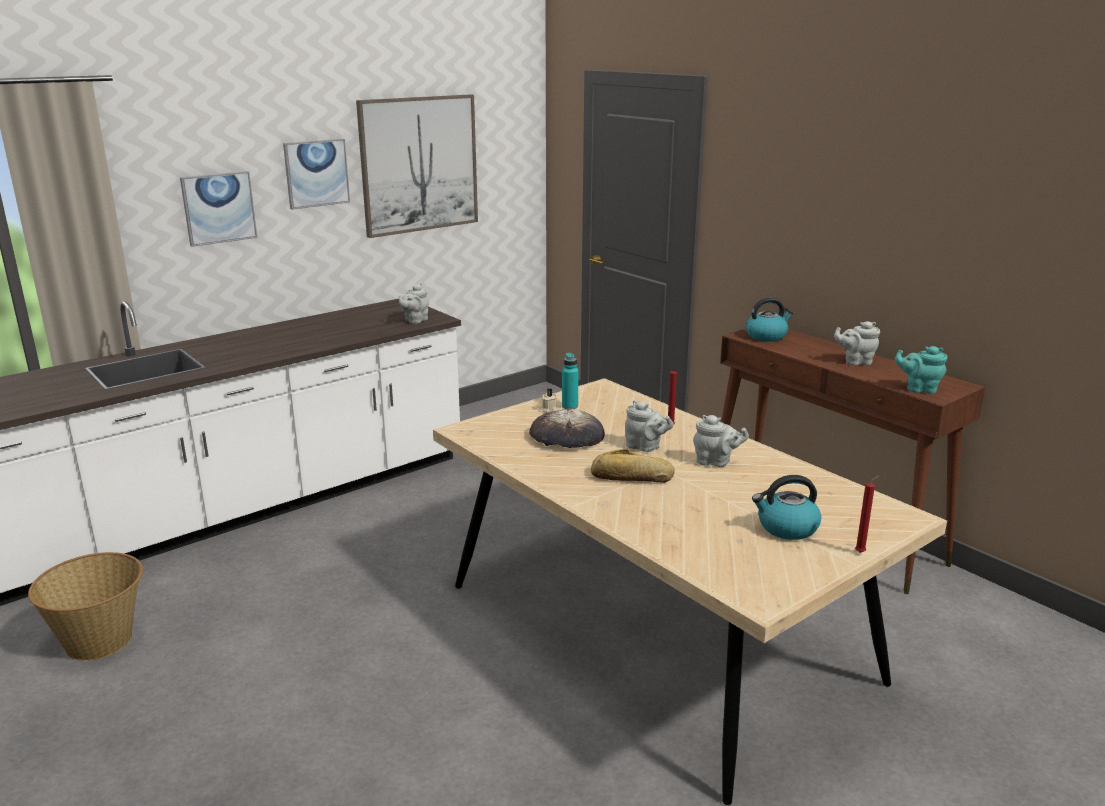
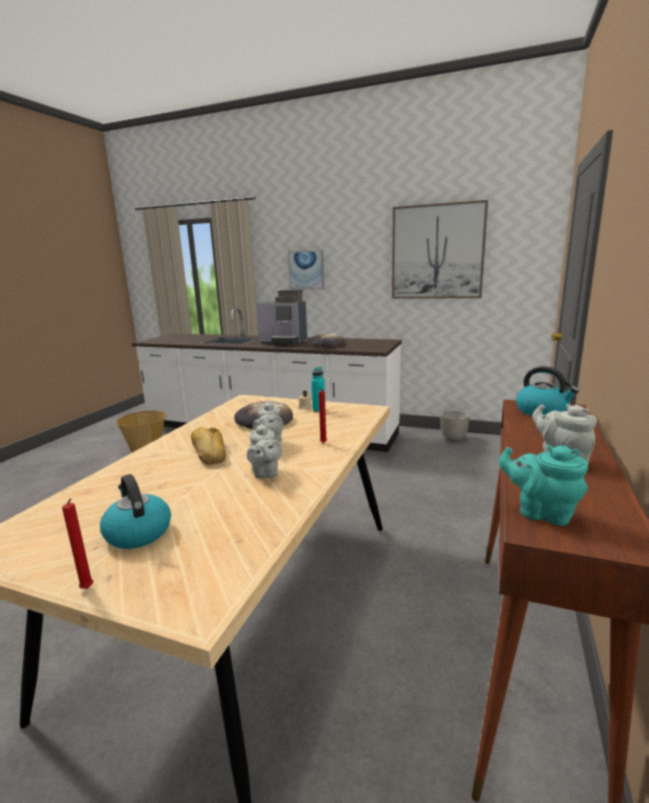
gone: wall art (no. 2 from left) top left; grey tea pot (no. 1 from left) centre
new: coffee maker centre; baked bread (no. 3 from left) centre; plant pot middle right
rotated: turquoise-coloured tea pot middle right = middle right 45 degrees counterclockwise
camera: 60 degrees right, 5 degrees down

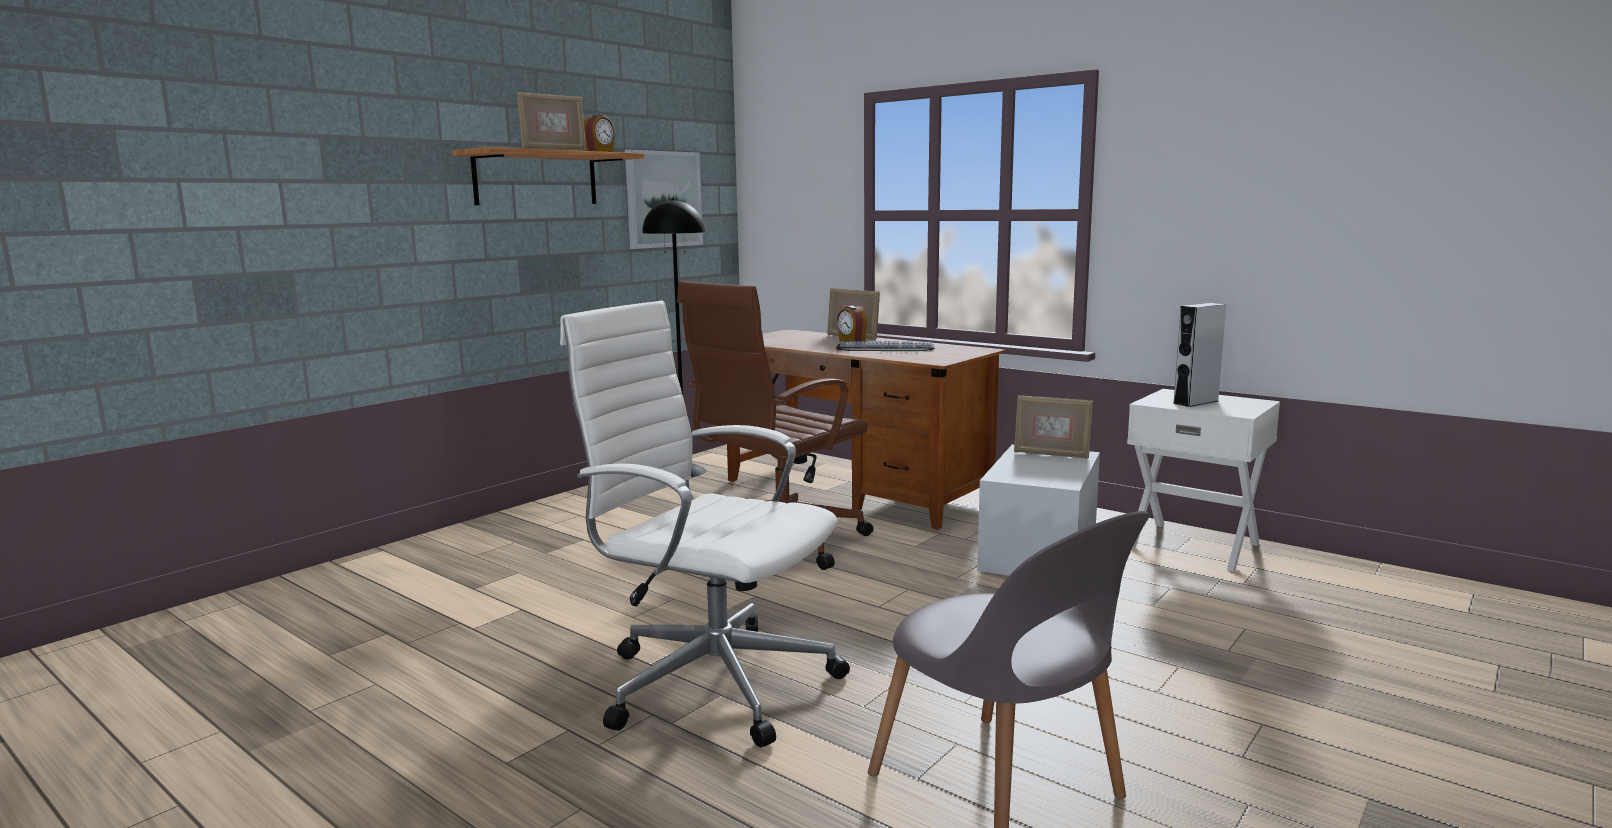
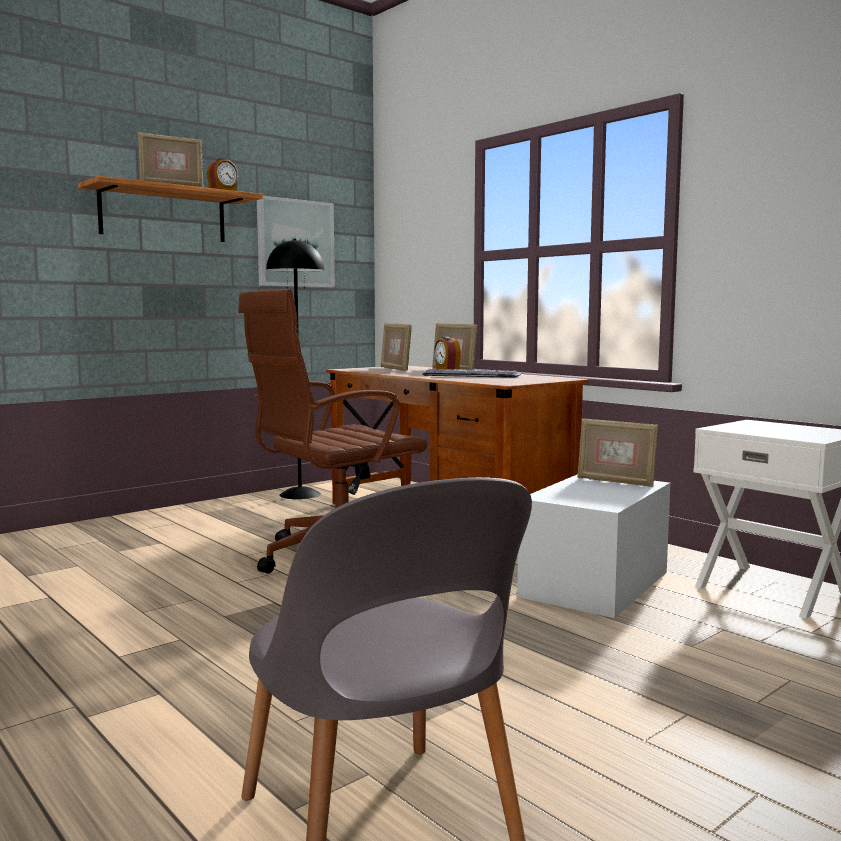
gone: whitish office chair centre; grey audio speaker middle right
new: photo frame (no. 2 from left) centre
camera: 10 degrees right, 5 degrees down

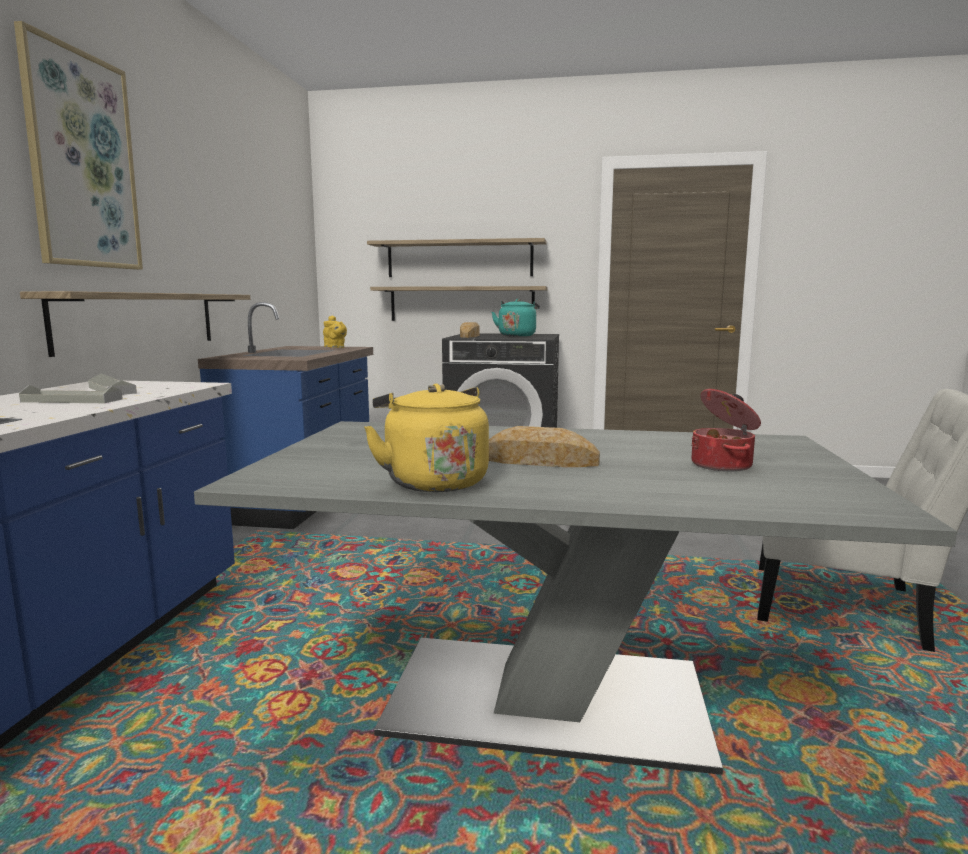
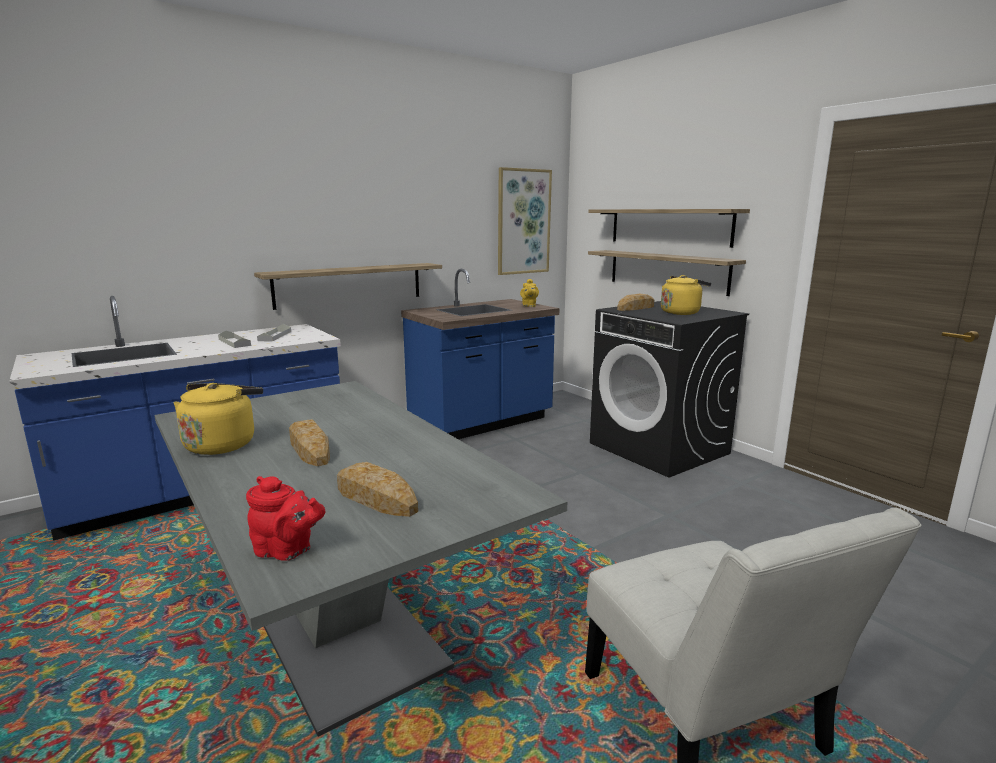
new: red tea pot bottom left
shifted: wall art top left to top centre
swapped: stockpot middle right to baked bread (no. 2 from left) centre
repainted: turquoise-coloured water kettle centre to yellow-coloured water kettle (no. 2 from left) middle right
camera: 45 degrees right, 5 degrees up

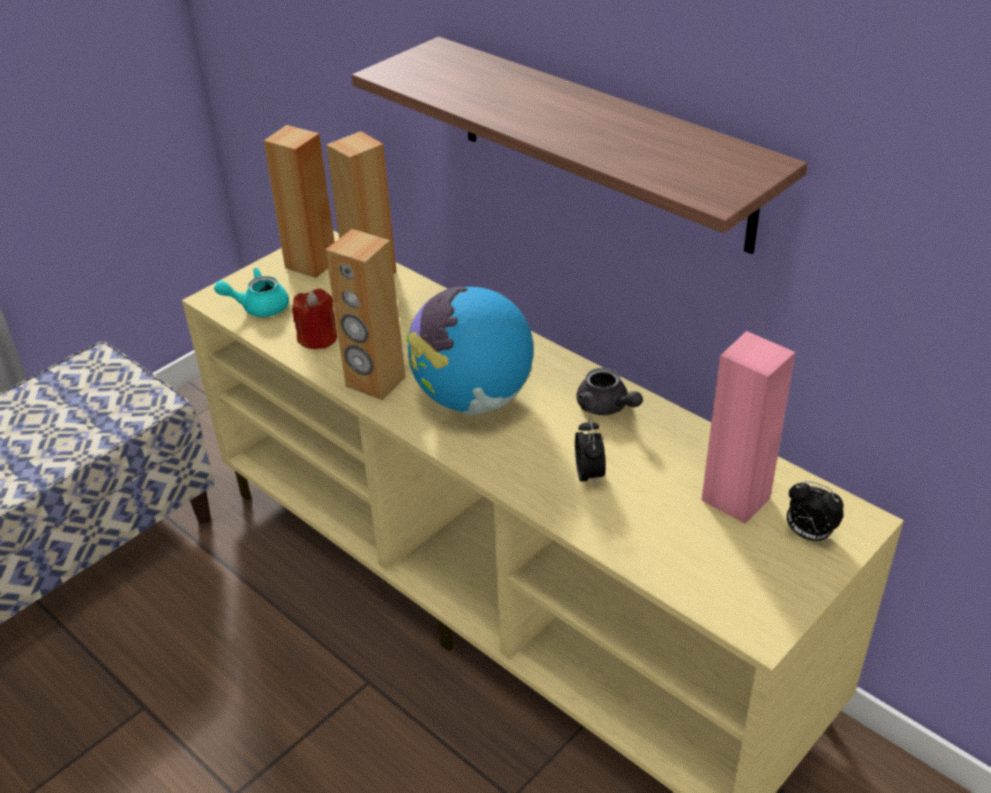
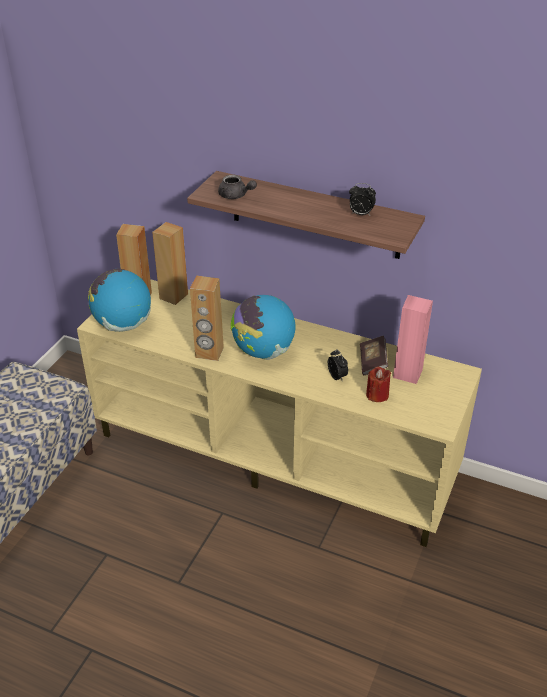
new: bound book middle right
shifted: red candle middle left to middle right; grey tea pot centre to top centre; bedside clock (no. 2 from left) middle right to top centre
swapped: turquoise-coloured tea pot middle left to desk globe (no. 1 from left) middle left
camera: 20 degrees left, 0 degrees up

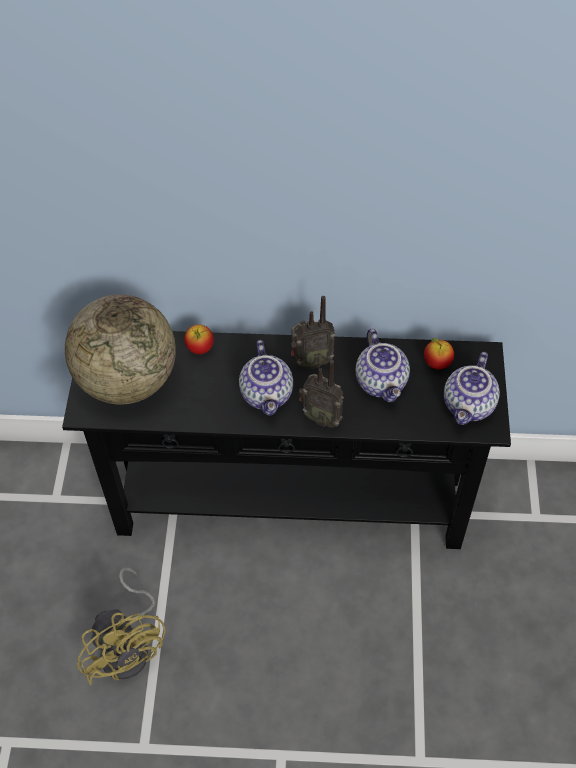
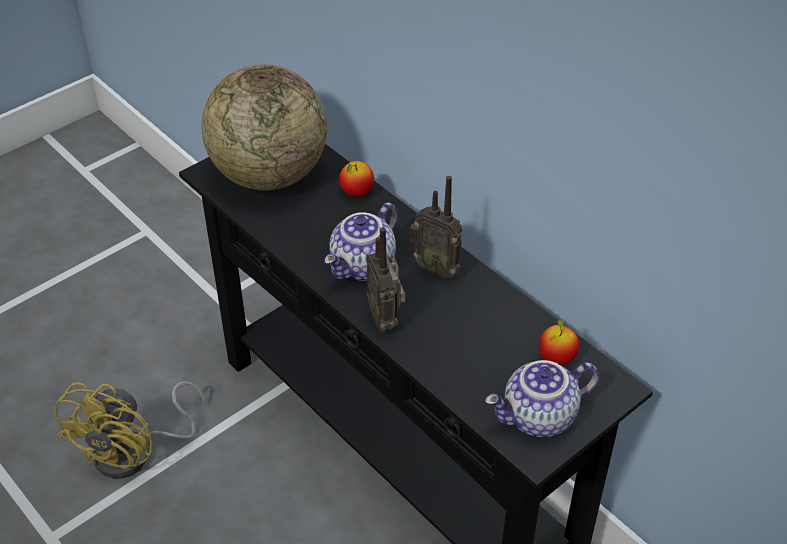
gone: tea pot (no. 2 from left) centre
camera: 45 degrees right, 10 degrees down

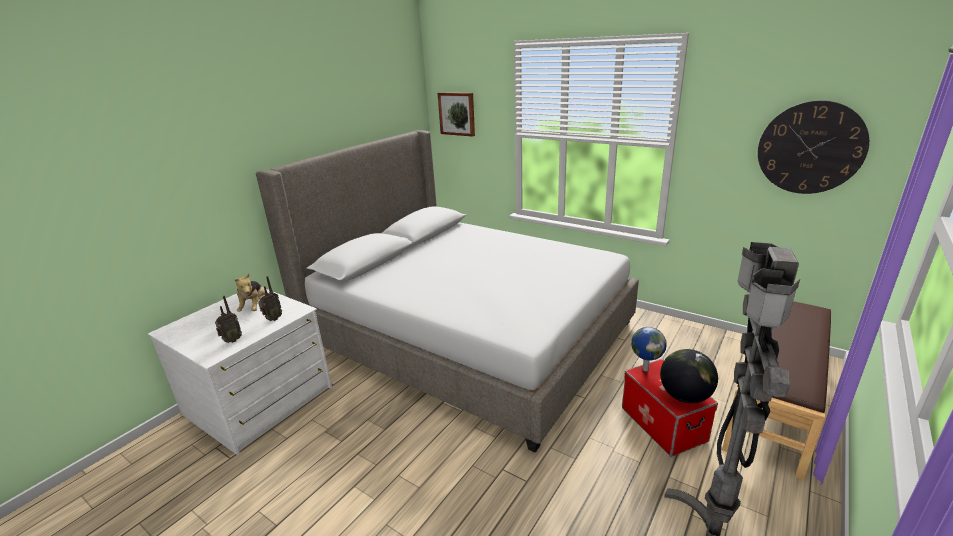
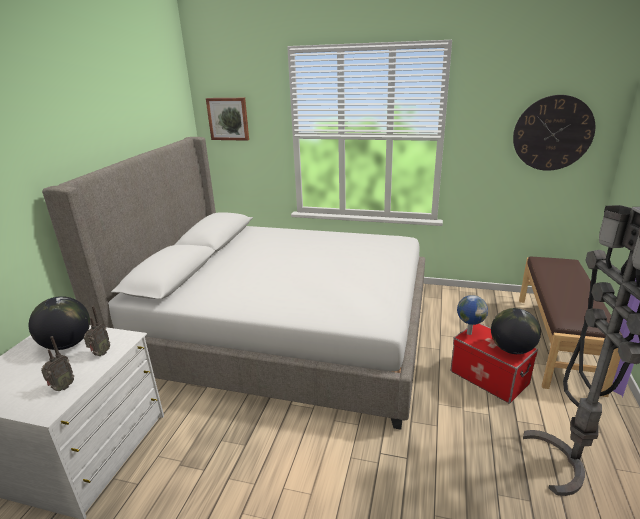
swapped: soft toy middle left to desk globe (no. 1 from left) middle left
camera: 20 degrees left, 0 degrees up

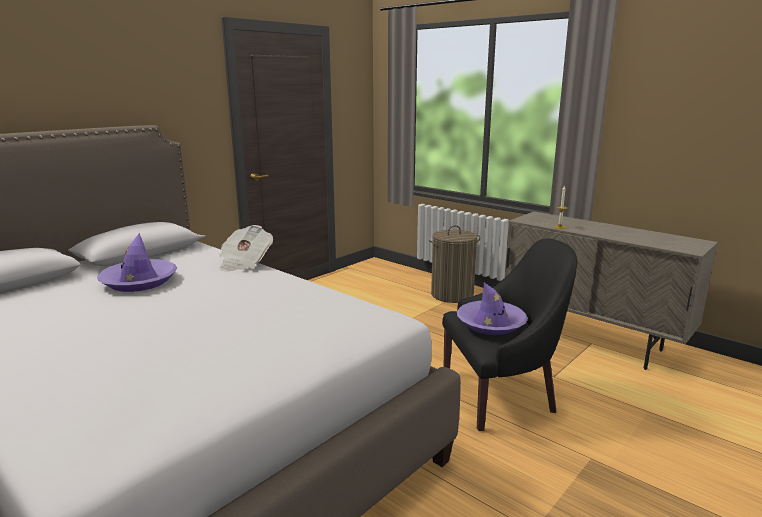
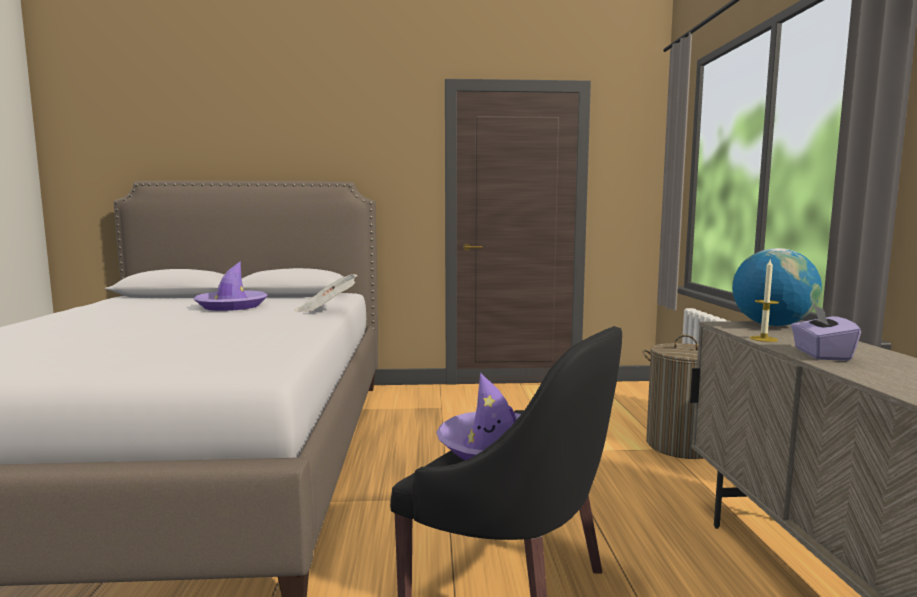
new: desk globe middle right; purplish tissue holder middle right
camera: 45 degrees right, 10 degrees down

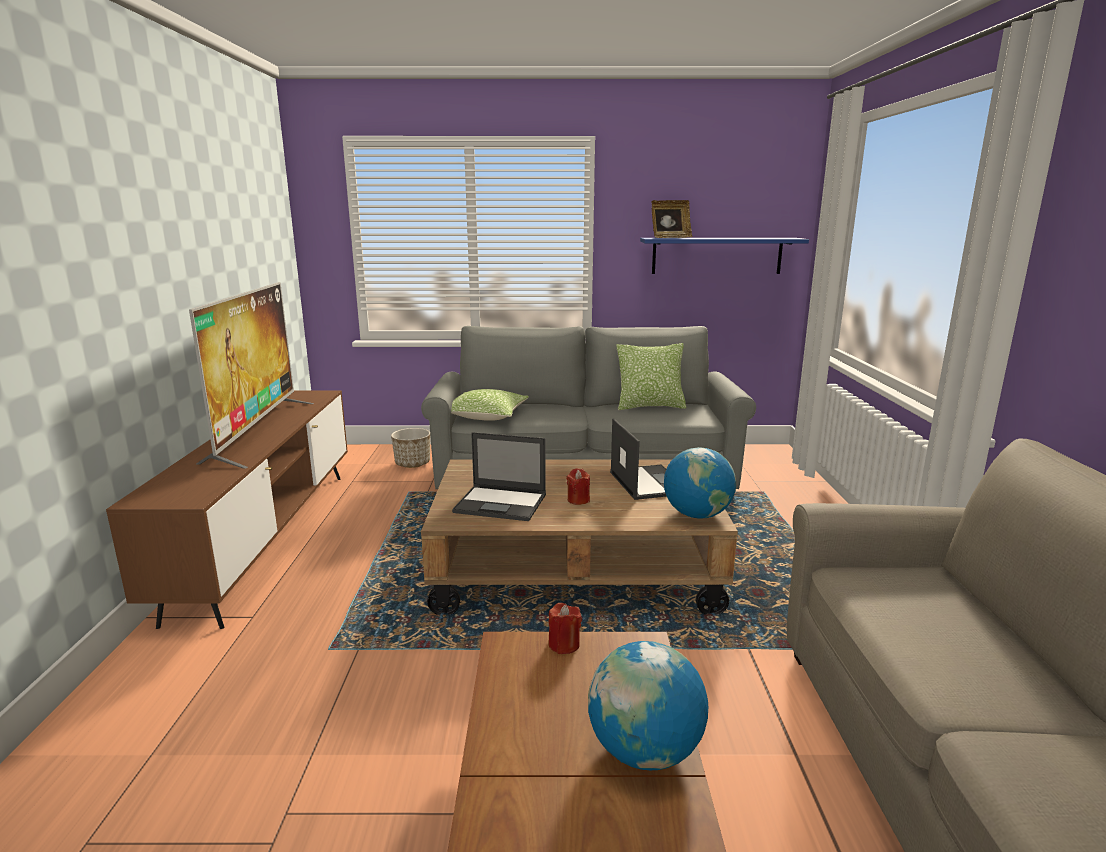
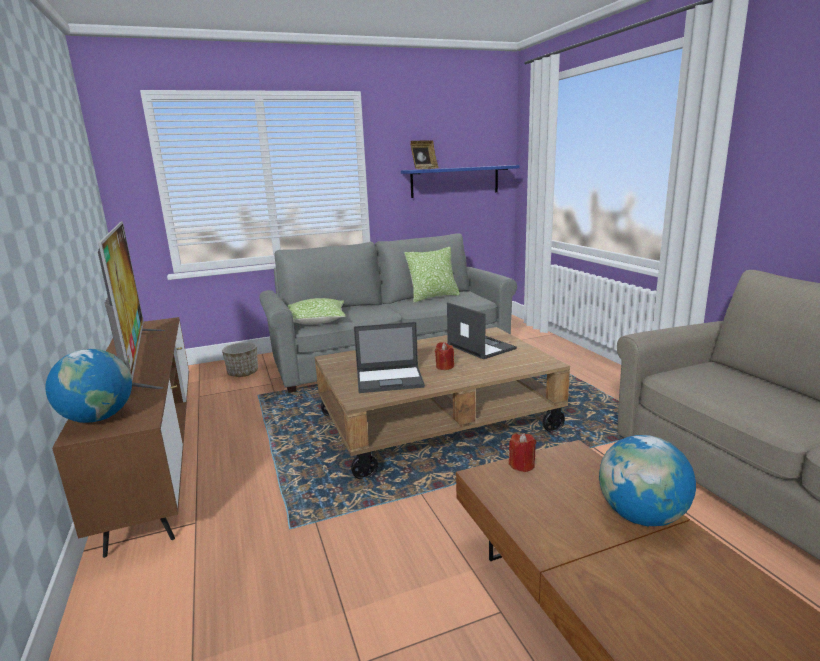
shifted: desk globe (no. 2 from left in the first image) centre to desk globe (no. 1 from left) middle left
camera: 20 degrees left, 0 degrees up

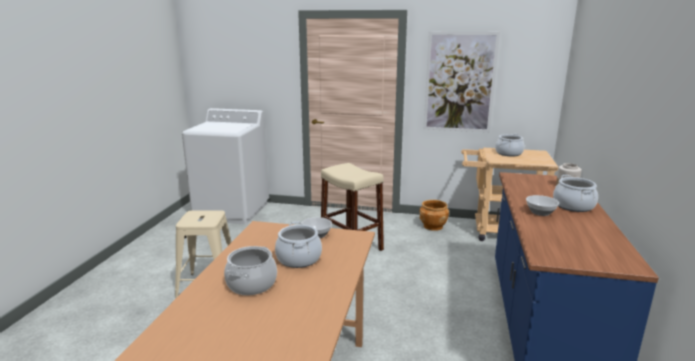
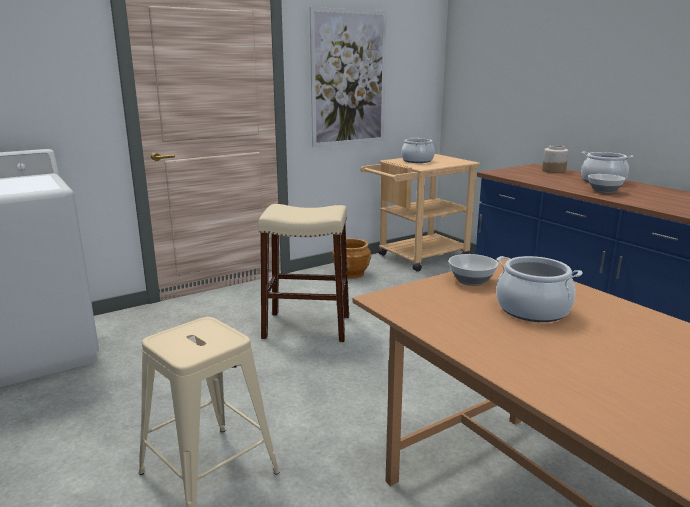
gone: stockpot (no. 1 from left) bottom centre
camera: 45 degrees left, 0 degrees up

